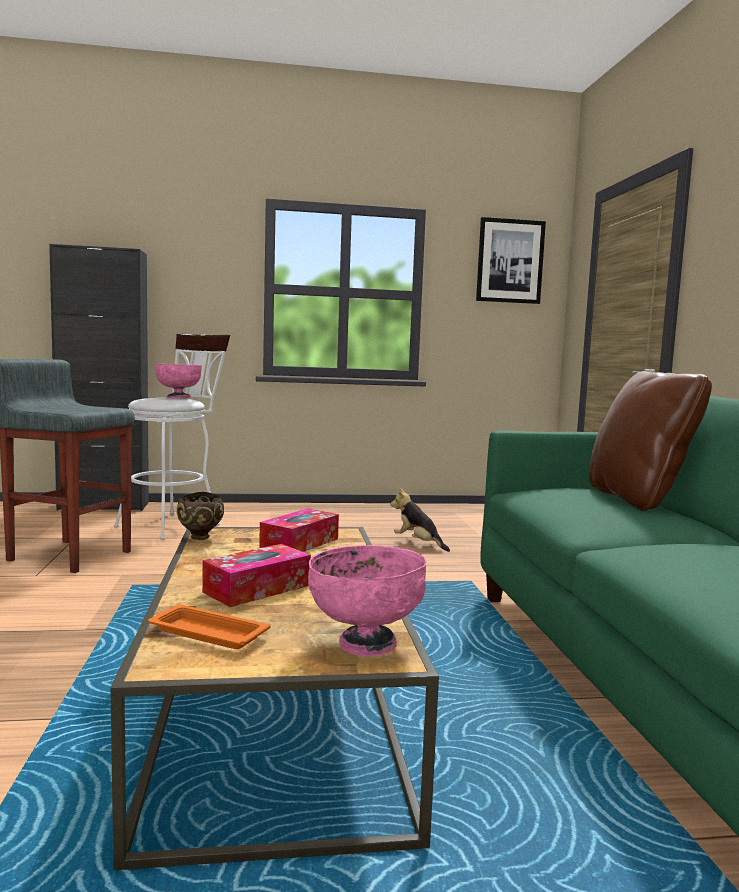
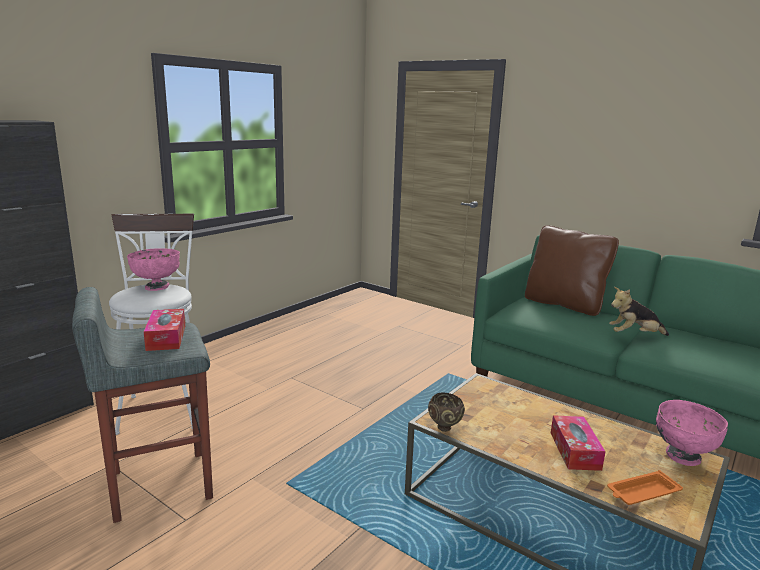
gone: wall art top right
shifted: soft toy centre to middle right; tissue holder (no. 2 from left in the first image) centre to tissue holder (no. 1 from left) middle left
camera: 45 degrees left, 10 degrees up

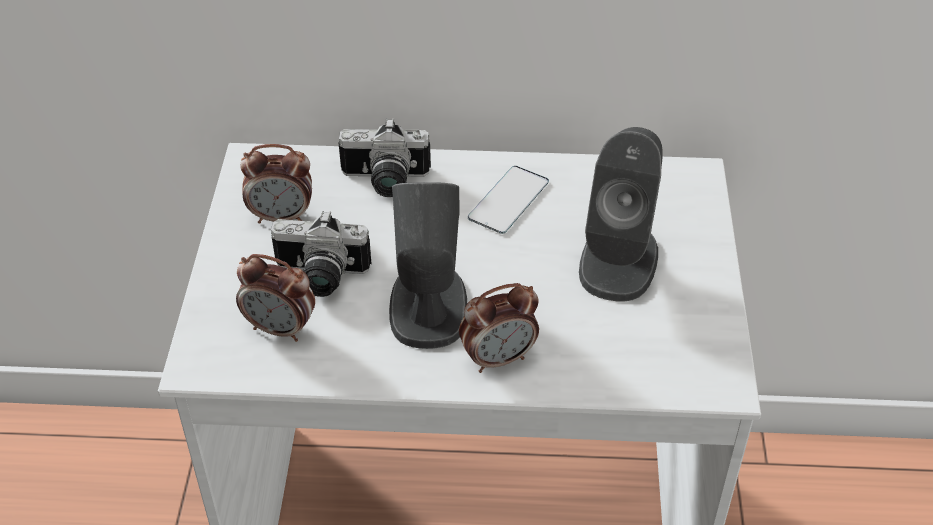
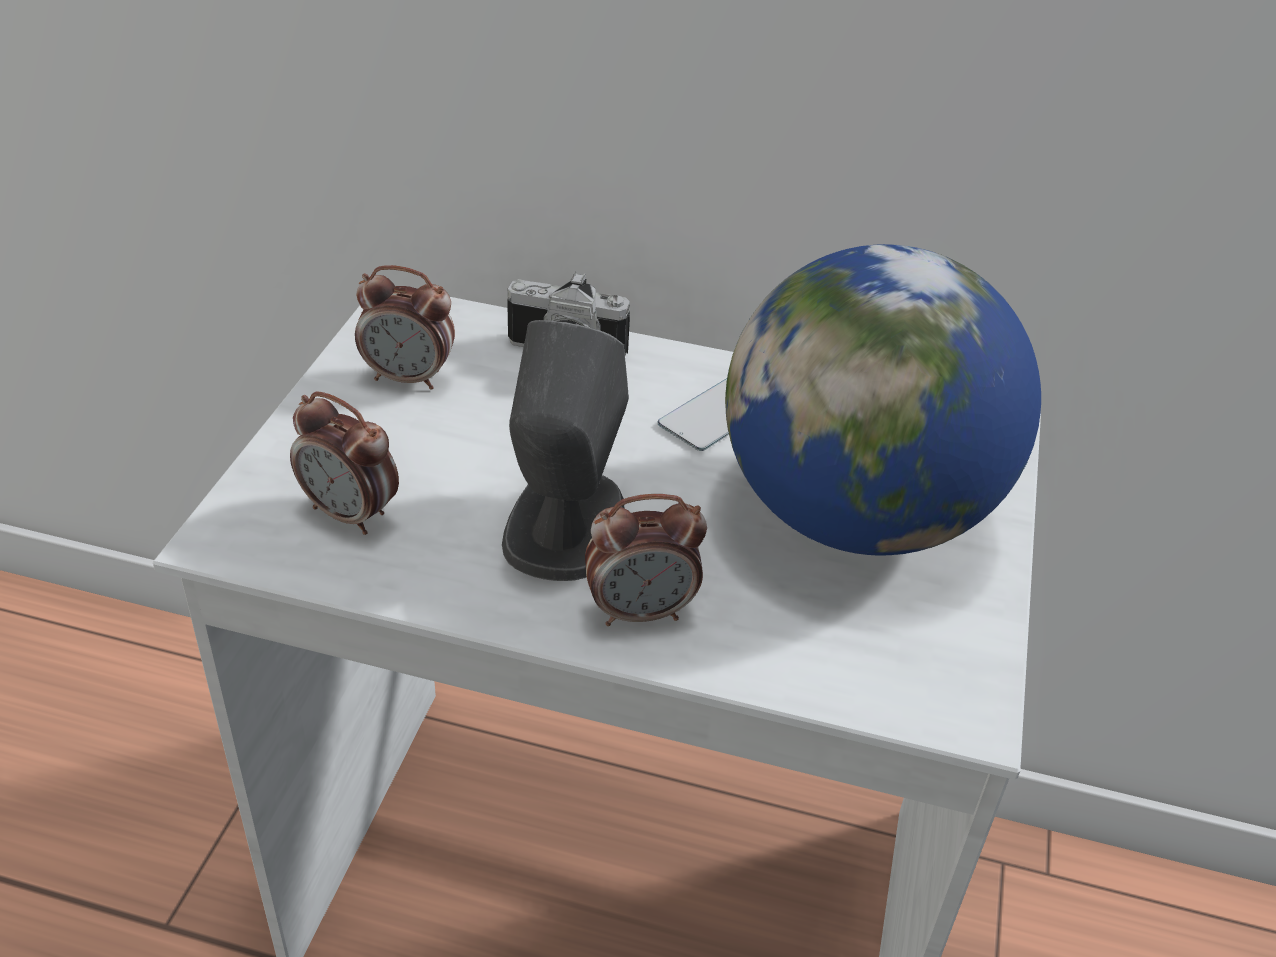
gone: photo camera (no. 1 from left) centre
swapped: grey audio speaker (no. 2 from left) centre to desk globe middle right
camera: 10 degrees right, 5 degrees down

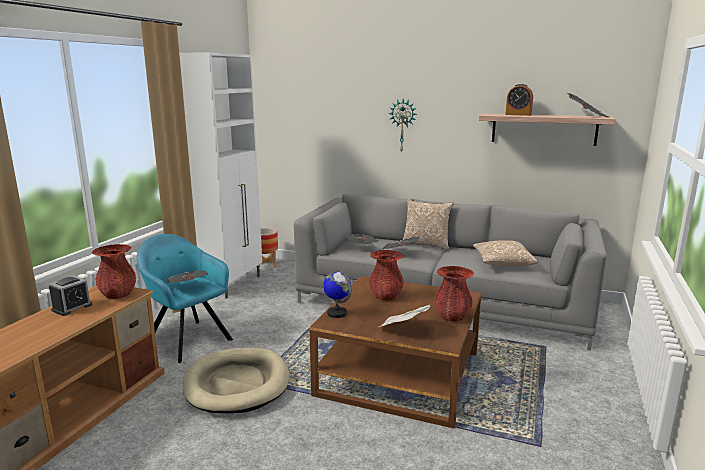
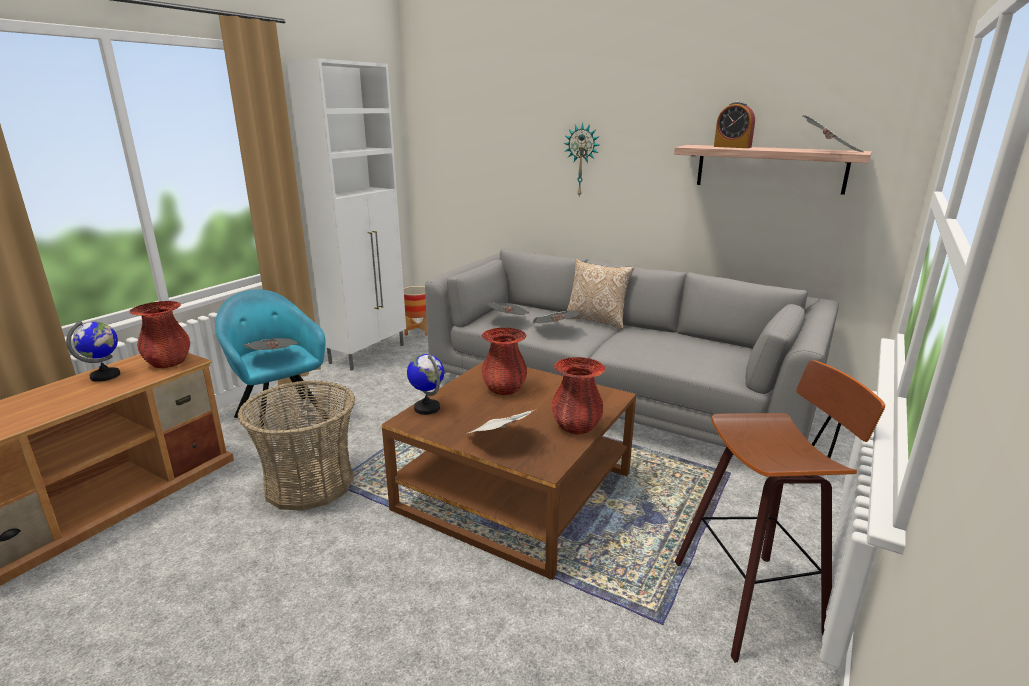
gone: cushion (no. 2 from left) middle right
new: stool bottom right
swapped: bedside clock (no. 1 from left) middle left to desk globe (no. 1 from left) middle left; beige-coloured dog cushion bottom centre to basket middle left
camera: 10 degrees right, 5 degrees up

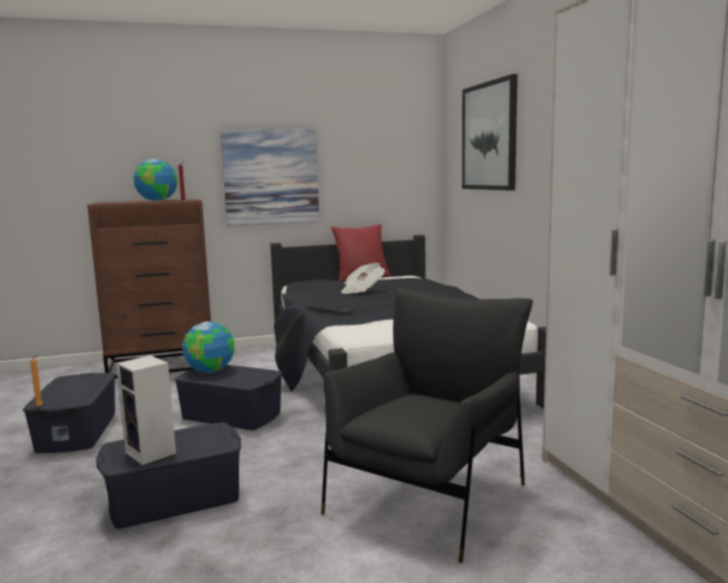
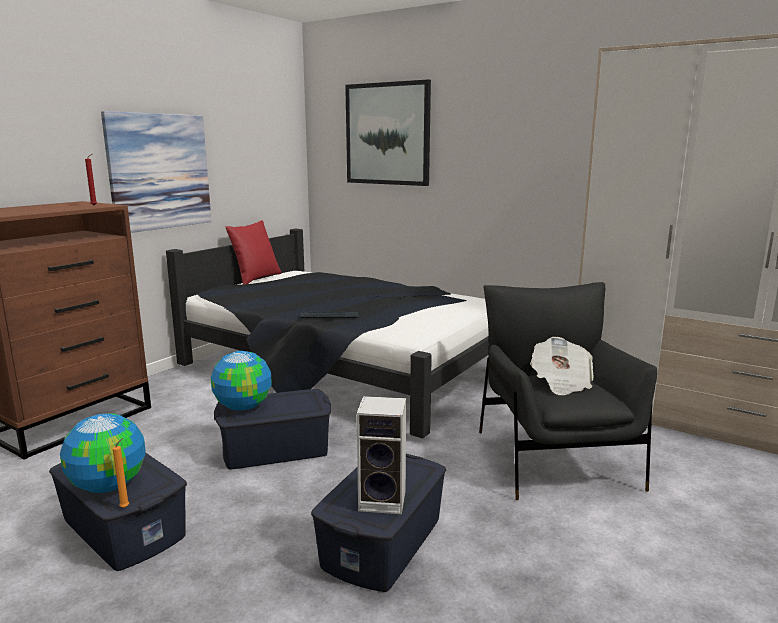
shifted: desk globe (no. 1 from left) top left to bottom left; daily paper centre to middle right
camera: 40 degrees left, 5 degrees up

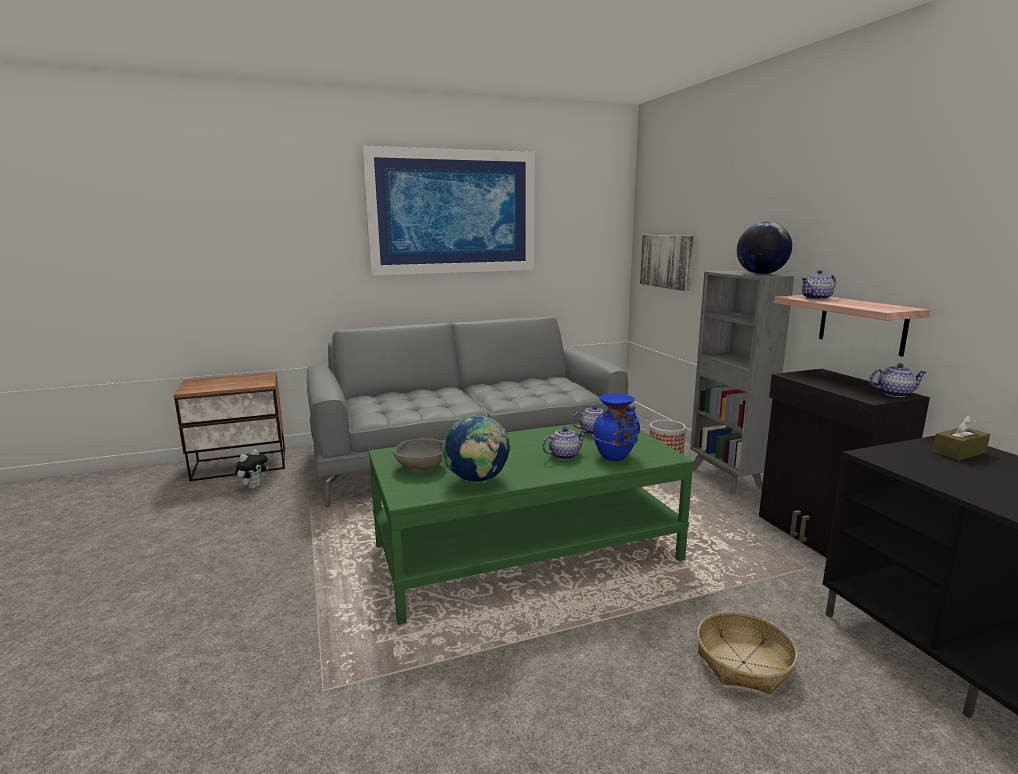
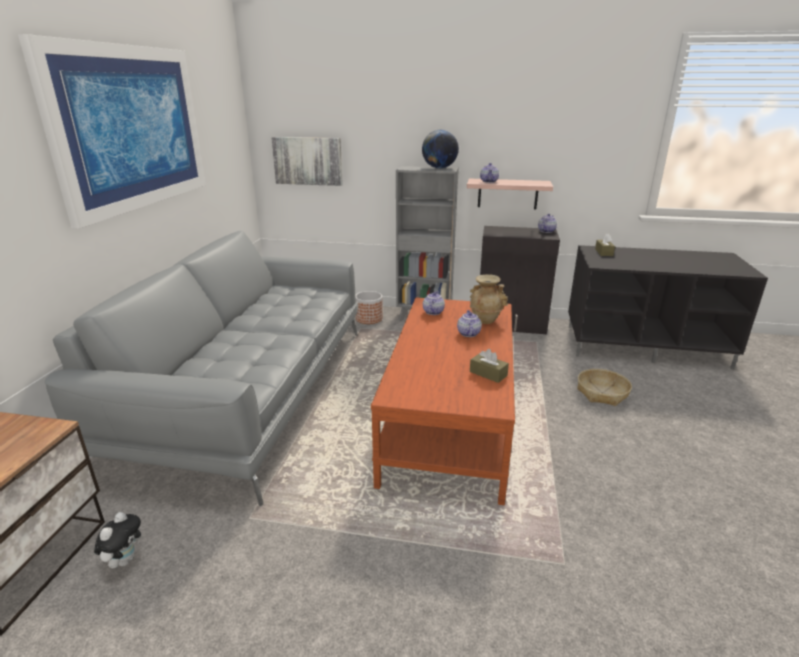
gone: grey bowl centre
swapped: desk globe (no. 1 from left) centre to brown-coloured tissue holder (no. 1 from left) centre
repainted: blue vase centre to beige-coloured vase centre; green-coloured coffee table bottom centre to brown-coloured coffee table centre
rotated: soft toy middle left = bottom left 45 degrees clockwise
camera: 60 degrees left, 10 degrees up

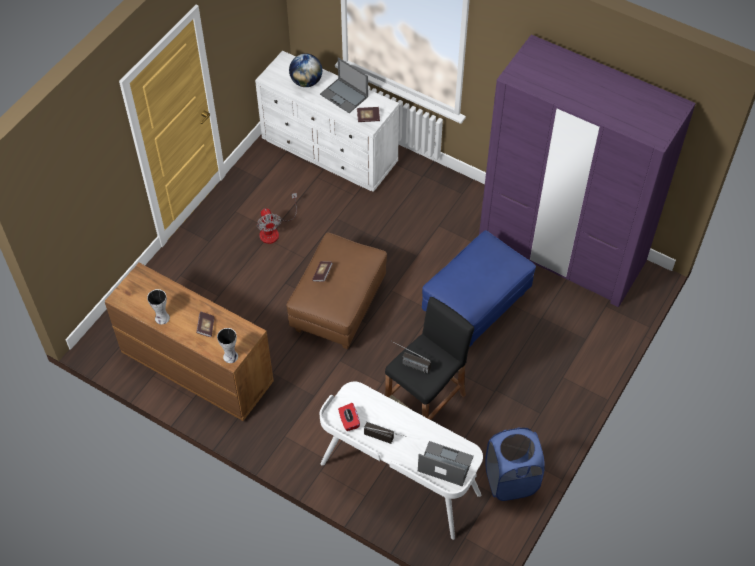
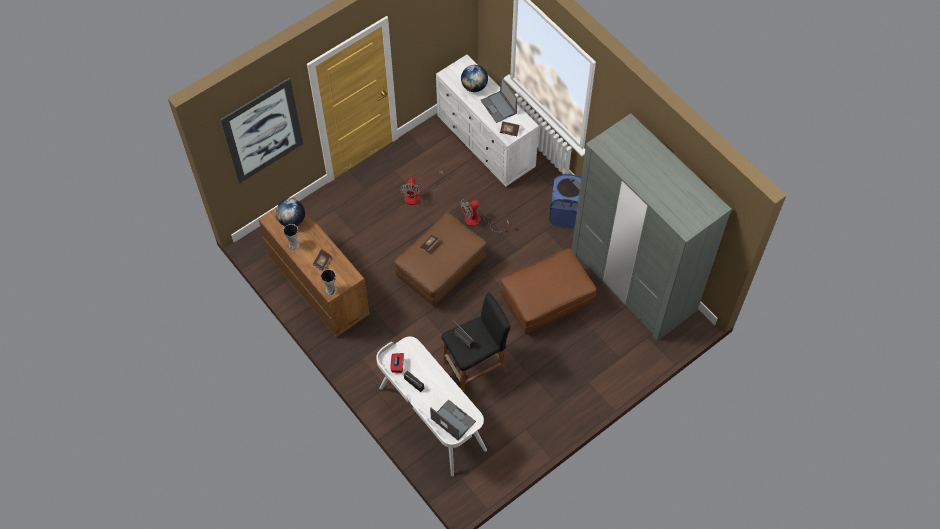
new: wall art top left; desk globe (no. 1 from left) middle left; fan (no. 2 from left) centre
shifted: blue laundry basket bottom right to centre
repainted: purplish clothes cupboard top right to grey clothes cupboard middle right; blue footrest centre to brown-coloured footrest (no. 2 from left) centre
camera: 20 degrees right, 5 degrees up

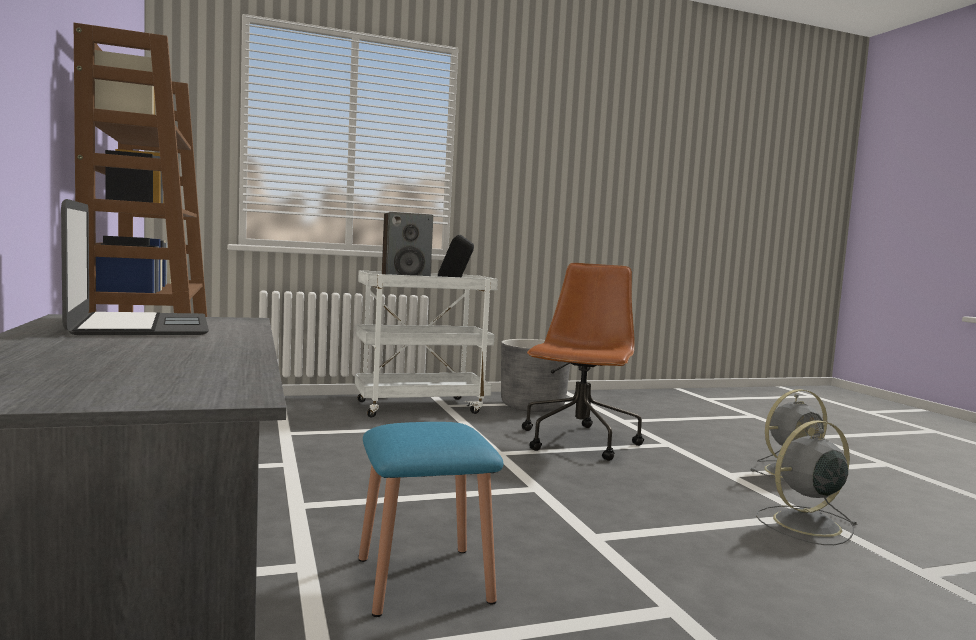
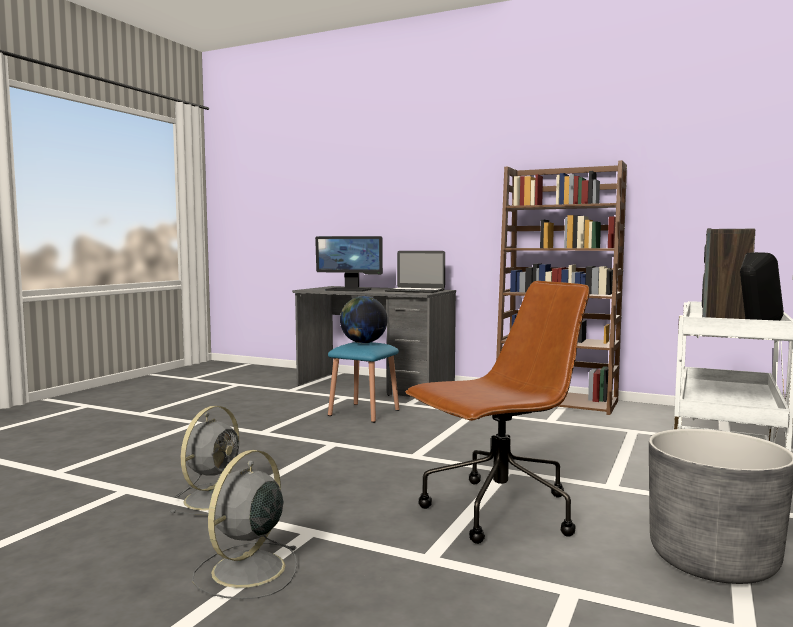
new: computer screen centre; desk globe centre
rotated: brown-coloured office chair centre = centre 90 degrees counterclockwise
camera: 135 degrees right, 0 degrees up

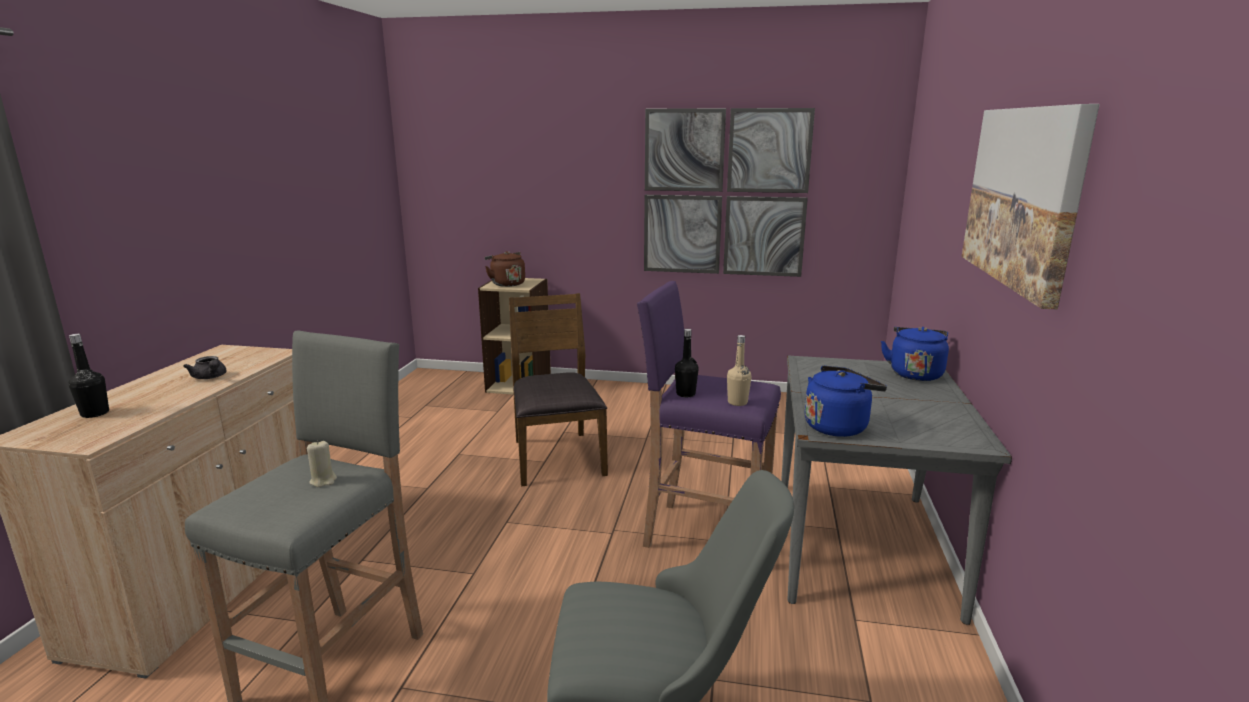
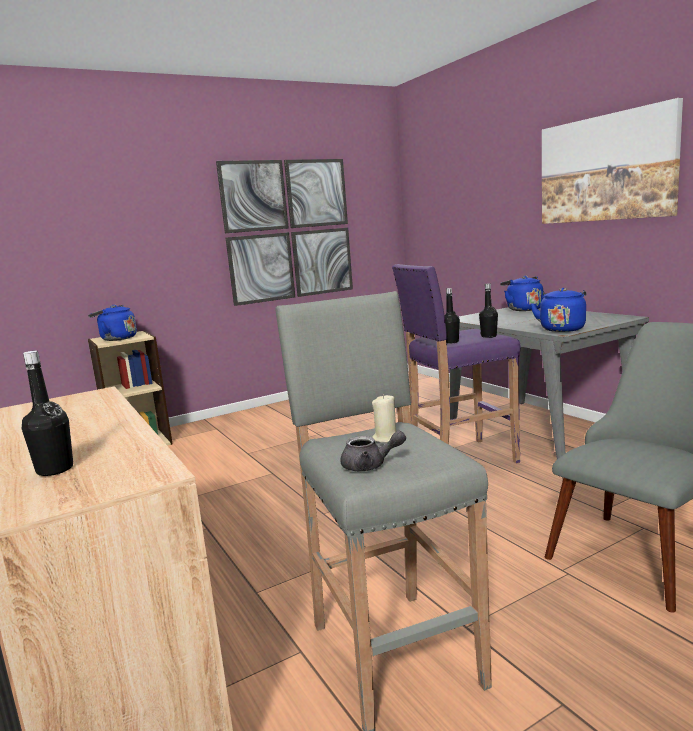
gone: brown-coloured upright chair centre
shifted: grey tea pot middle left to centre
repainted: brown-coloured water kettle centre to blue water kettle (no. 1 from left) middle left; beige-coloured beverage bottle centre to blackish beverage bottle (no. 3 from left) middle right
camera: 40 degrees left, 5 degrees down

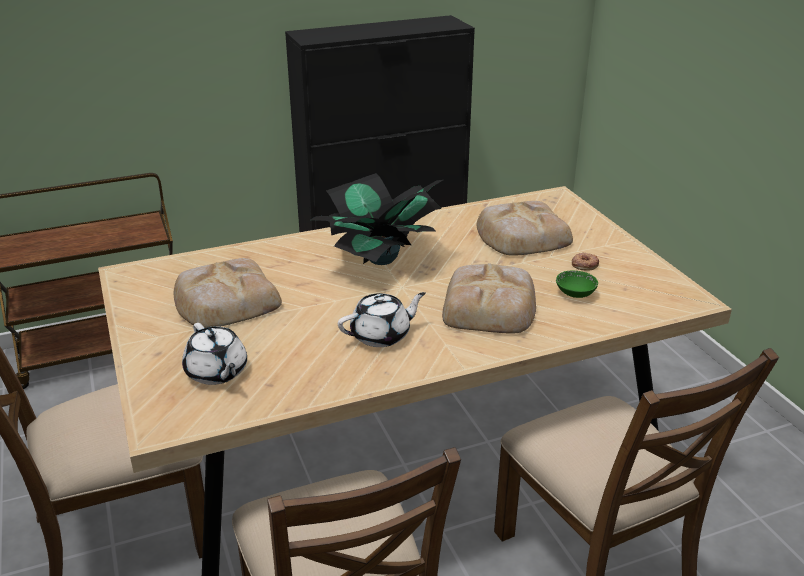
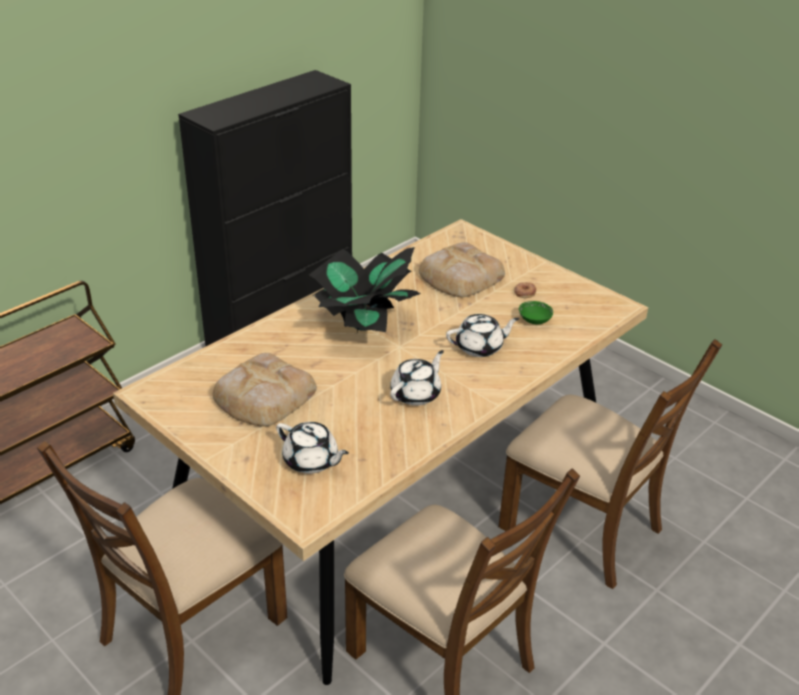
swapped: baked bread (no. 2 from left) centre to whitish tea pot (no. 3 from left) centre
camera: 25 degrees left, 5 degrees up

